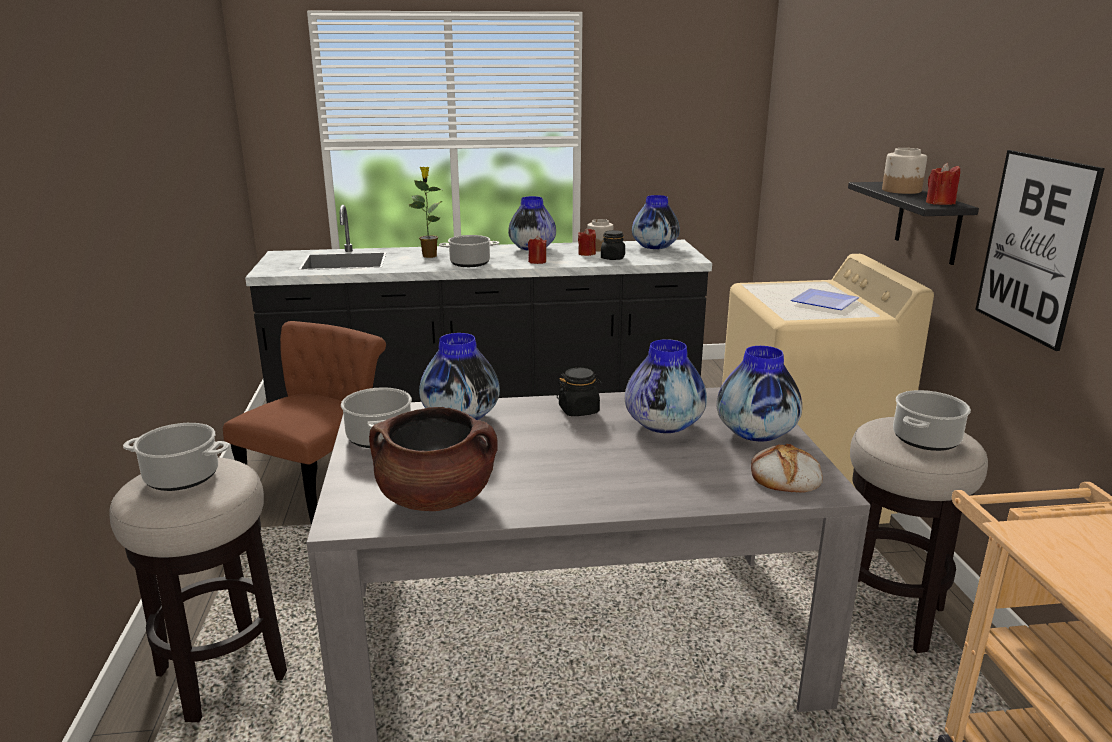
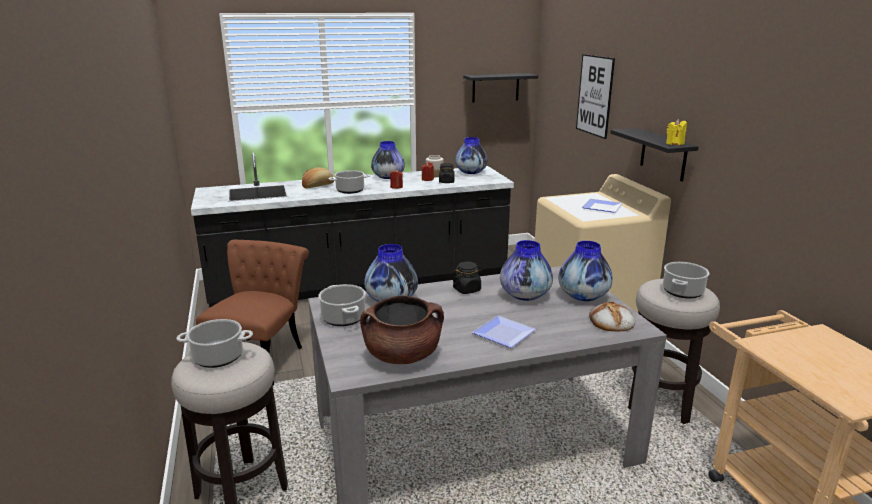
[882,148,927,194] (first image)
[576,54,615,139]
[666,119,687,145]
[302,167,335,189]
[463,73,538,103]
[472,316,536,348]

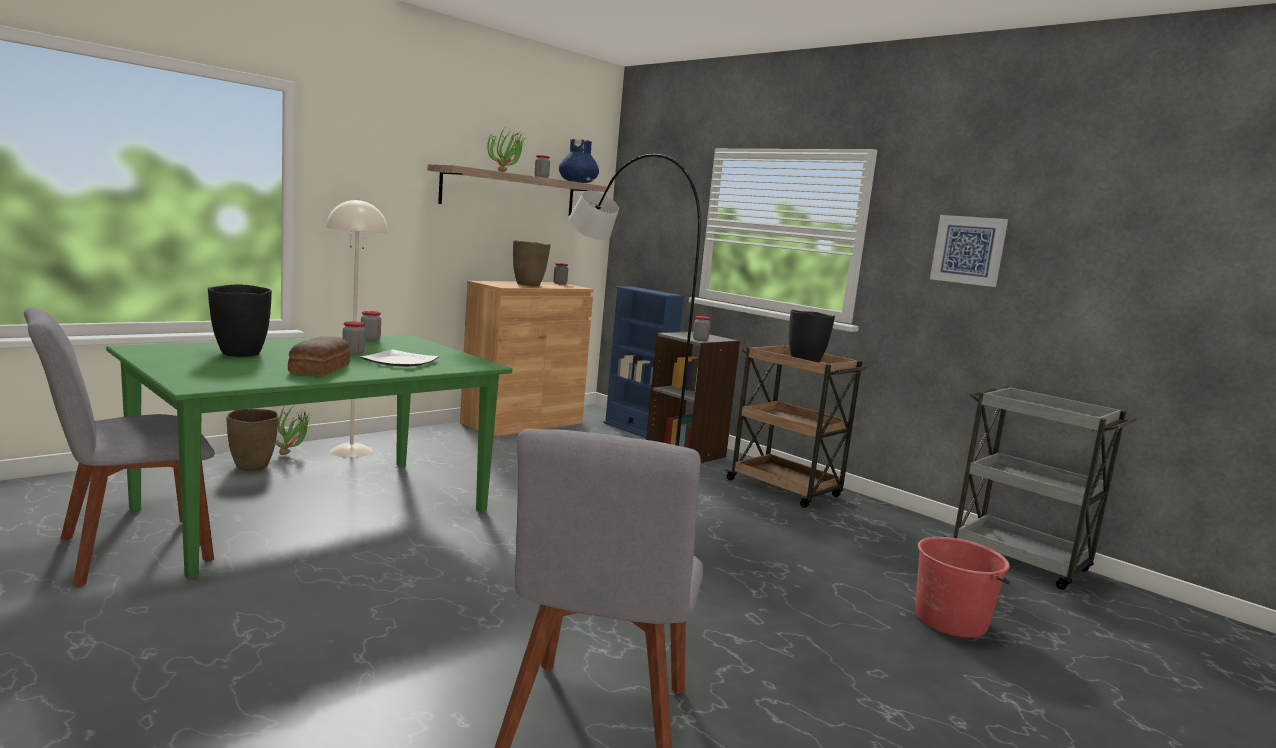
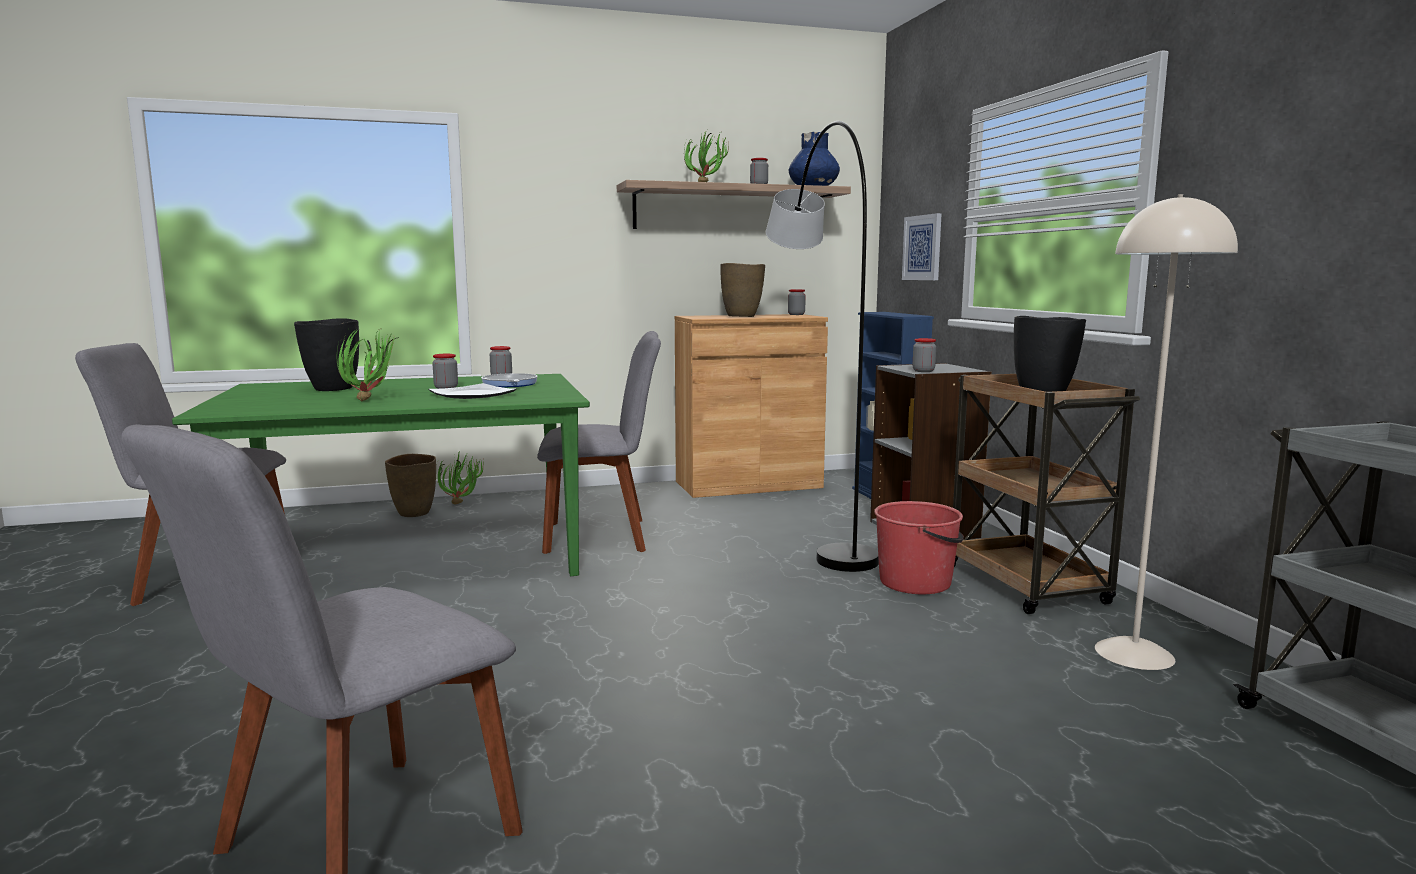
[1095,194,1238,670]
[902,213,942,280]
[337,329,399,401]
[874,501,964,594]
[537,331,661,554]
[481,373,538,387]

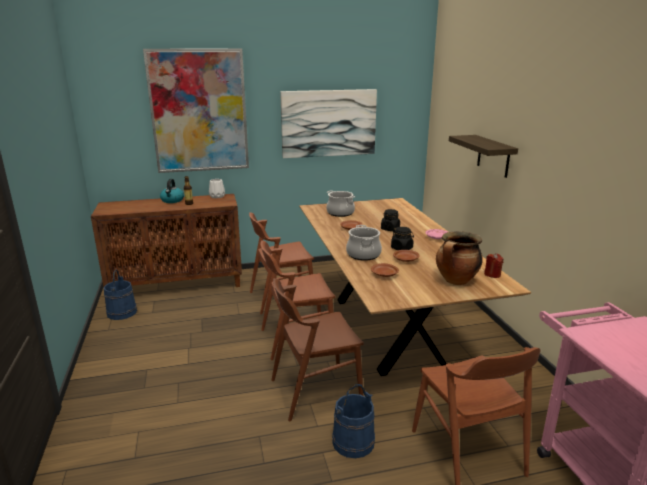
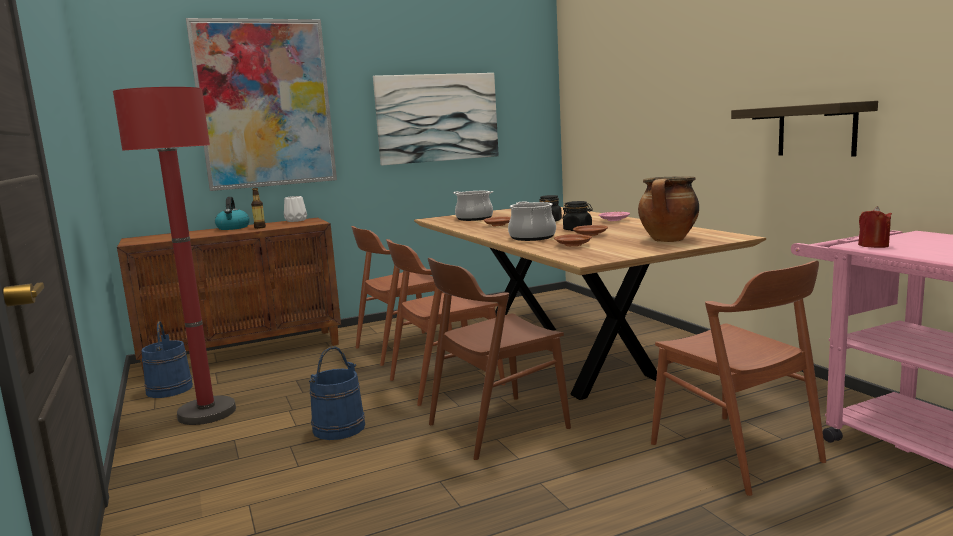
[731,101,878,156]
[858,206,892,248]
[309,347,365,440]
[113,87,236,425]

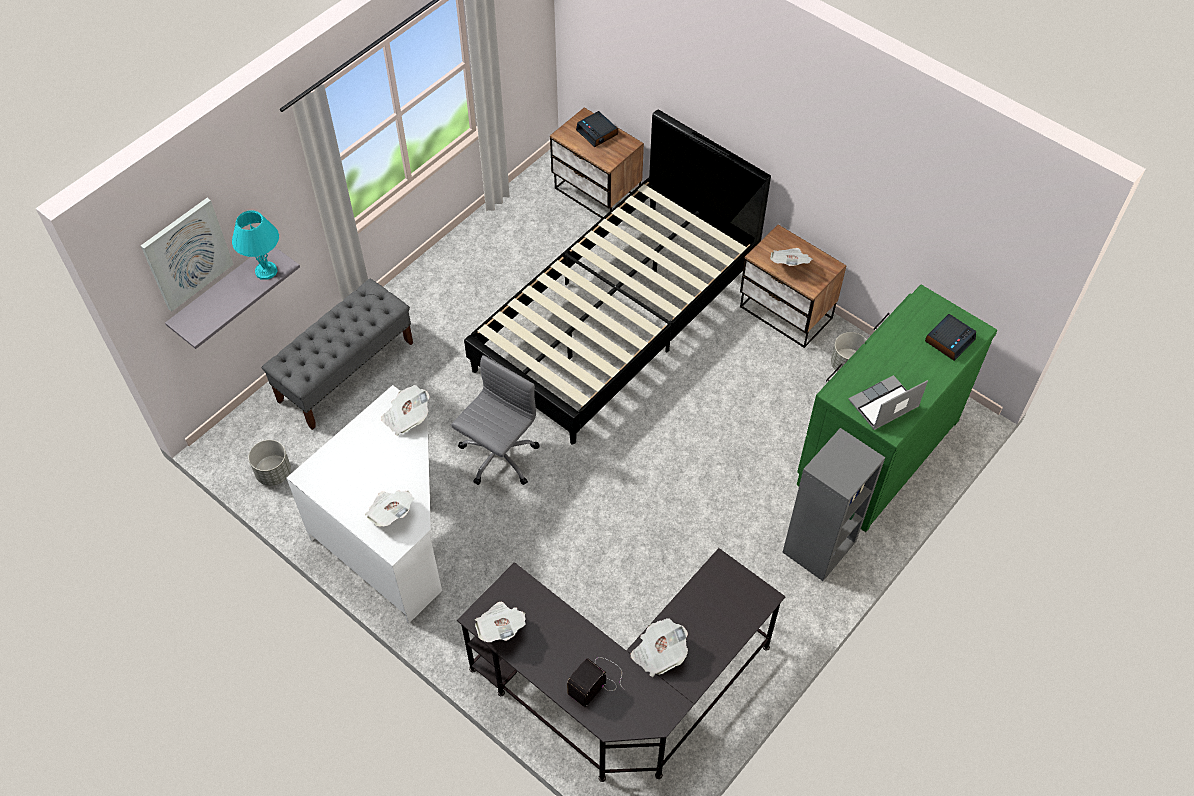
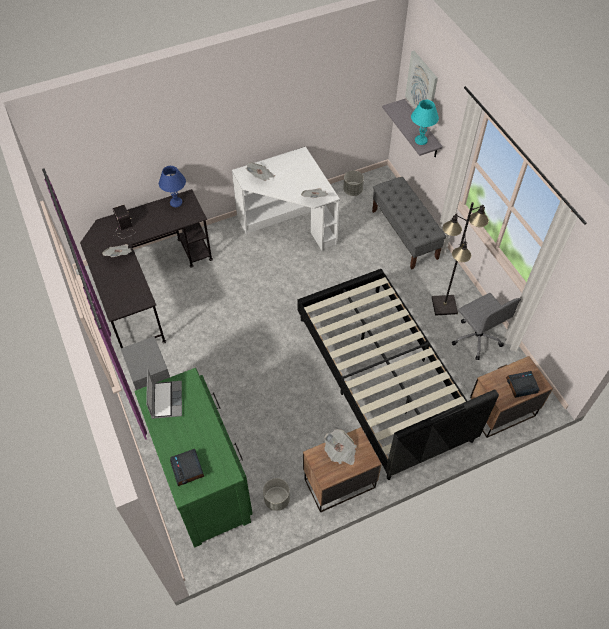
[452,293,521,360]
[159,166,186,207]
[432,202,489,316]

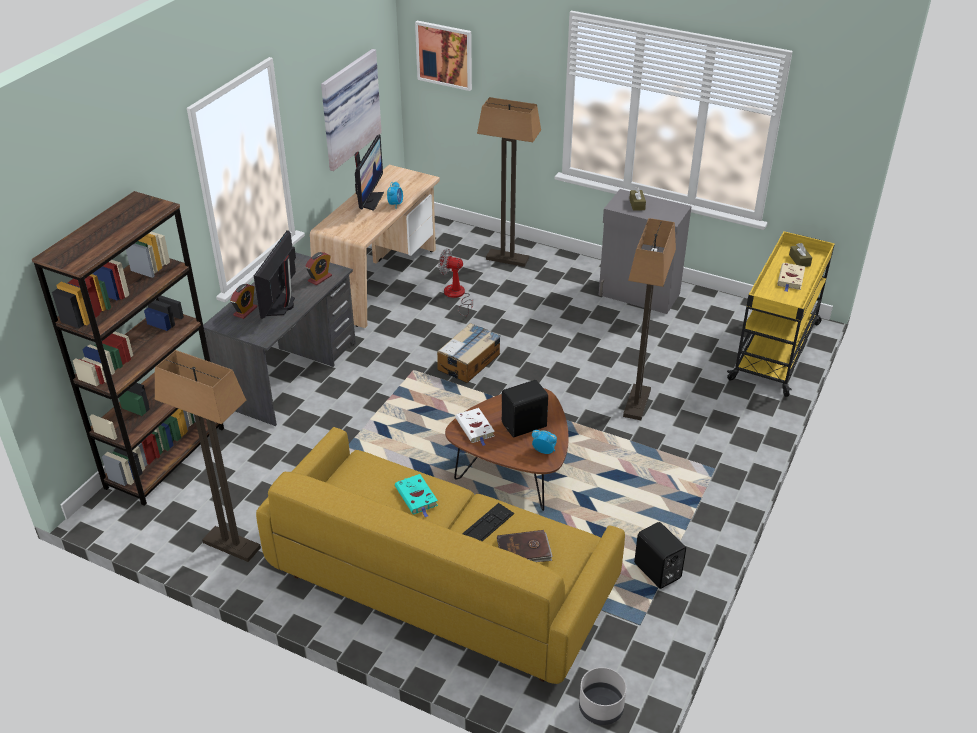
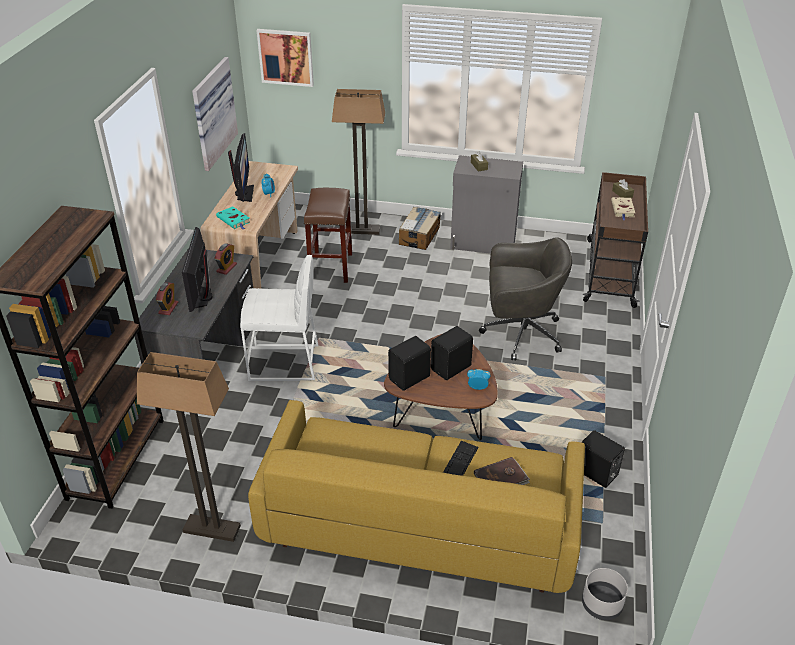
[479,237,572,361]
[583,172,648,308]
[304,188,352,283]
[399,207,441,250]
[388,336,431,391]
[216,206,250,229]
[240,255,319,381]

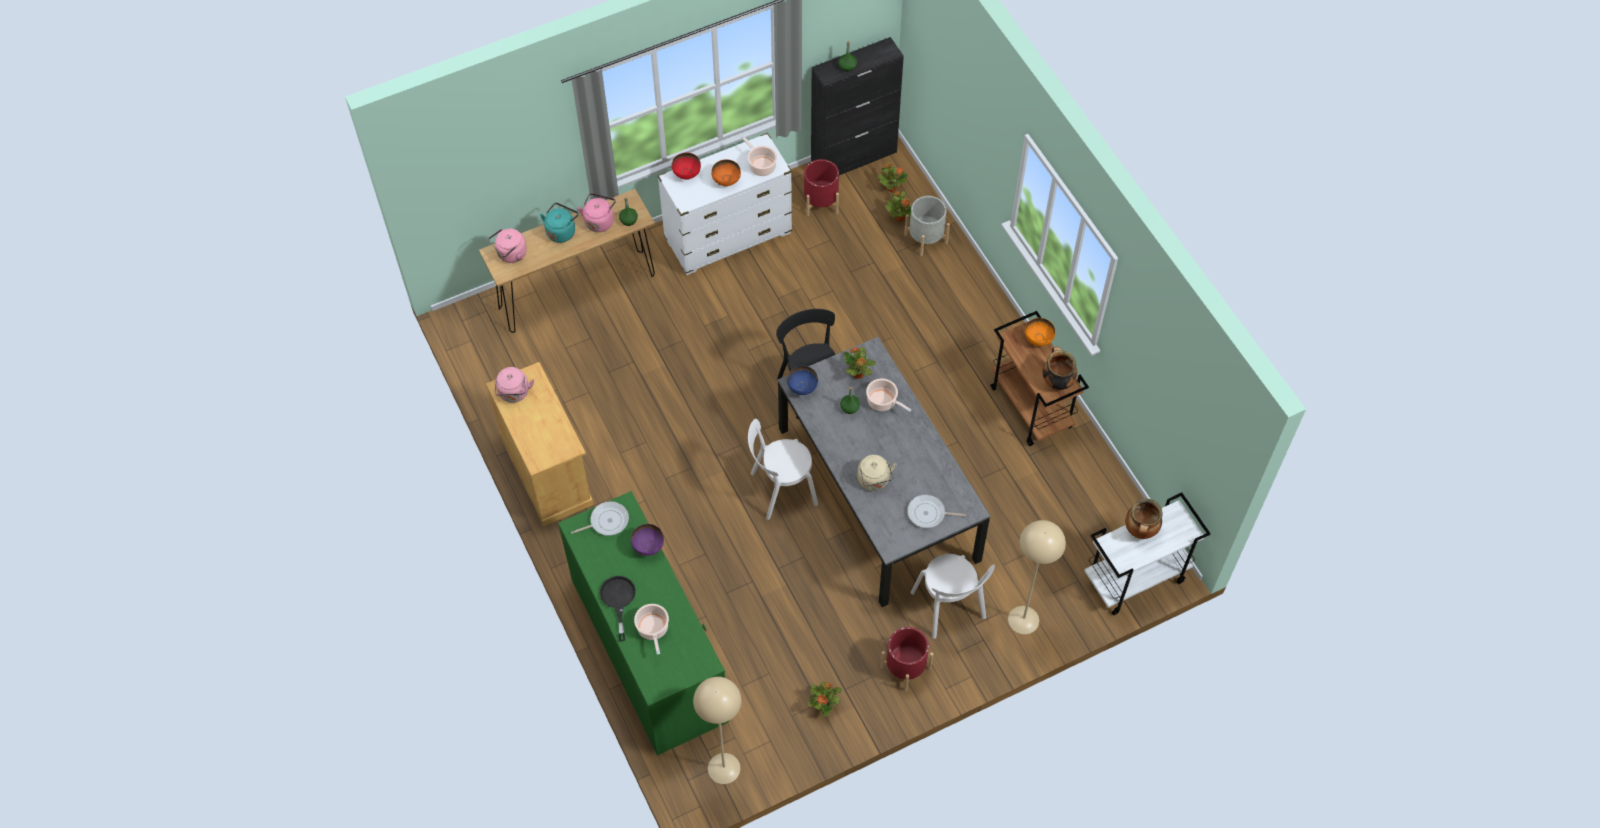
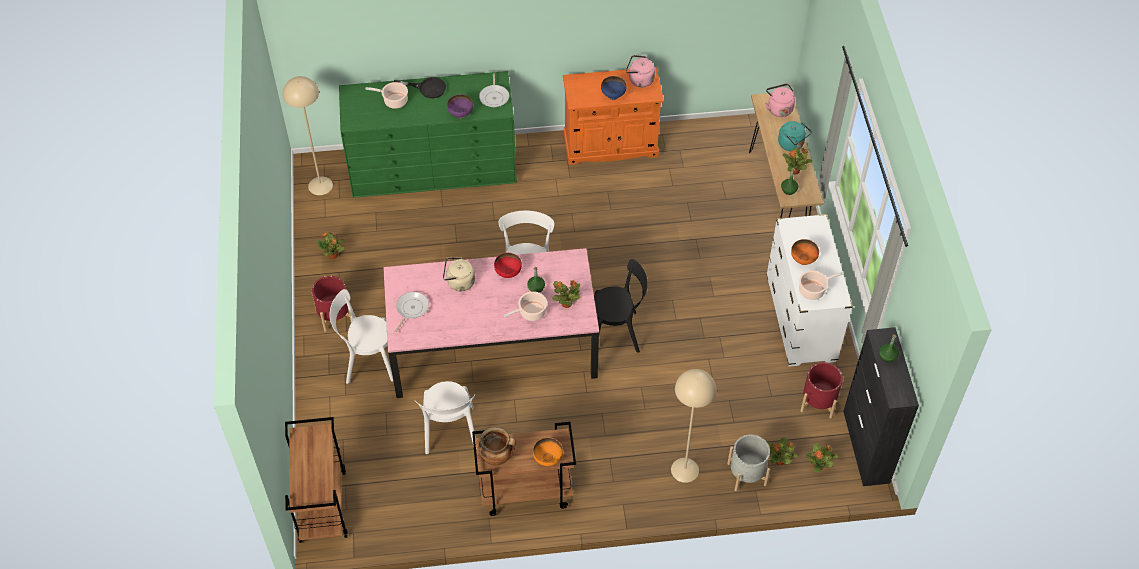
[494,253,522,278]
[783,147,812,174]
[383,248,599,398]
[563,67,664,165]
[601,76,626,100]
[285,417,348,543]
[1125,499,1163,539] (first image)
[671,369,716,483]
[415,381,476,454]

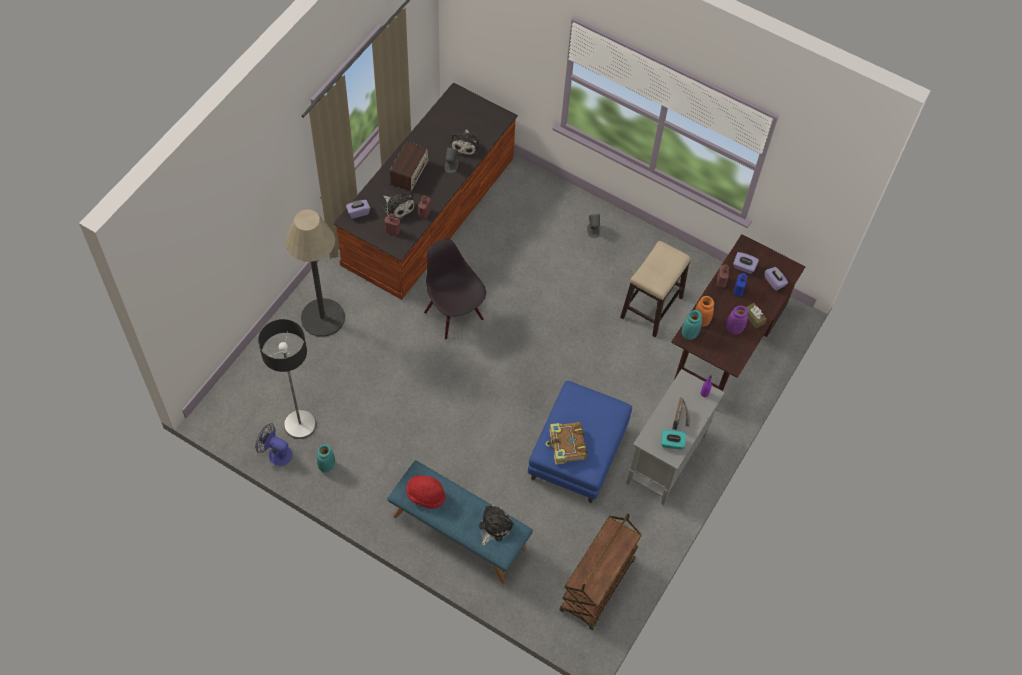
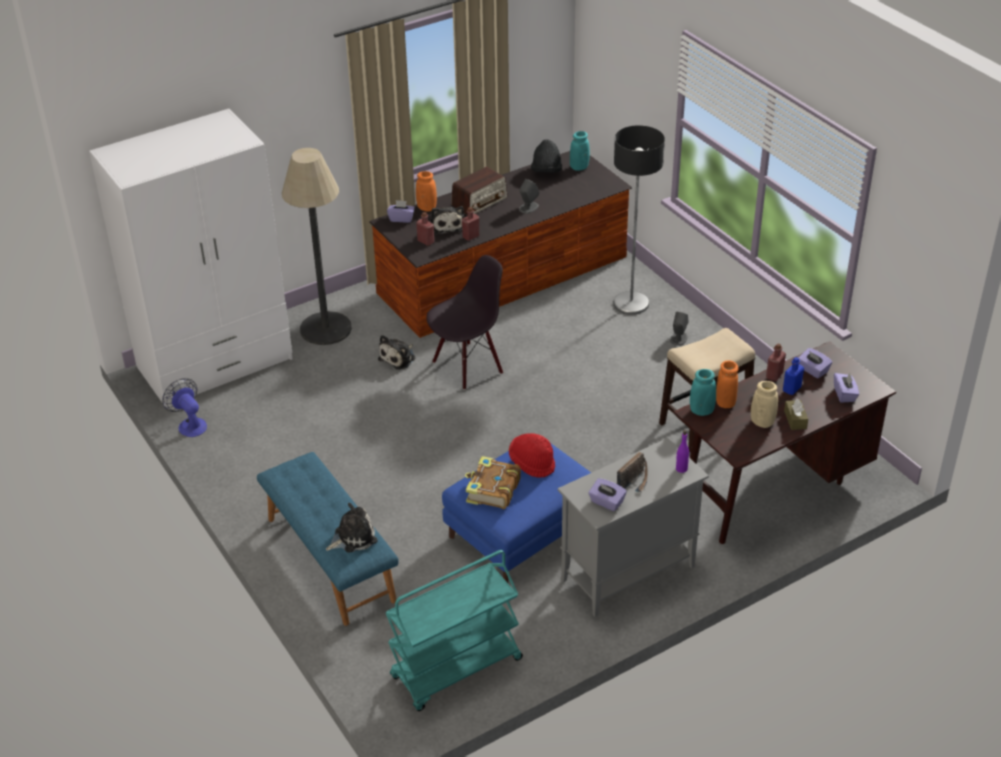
[378,335,416,370]
[426,255,503,390]
[751,381,778,428]
[614,125,665,315]
[588,478,627,511]
[570,131,590,171]
[509,433,555,478]
[386,550,523,711]
[89,109,293,406]
[531,139,562,173]
[416,171,437,211]

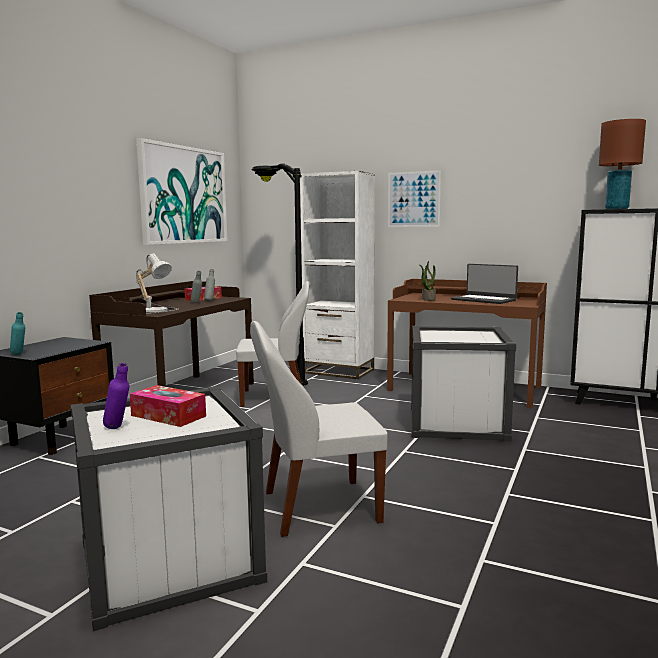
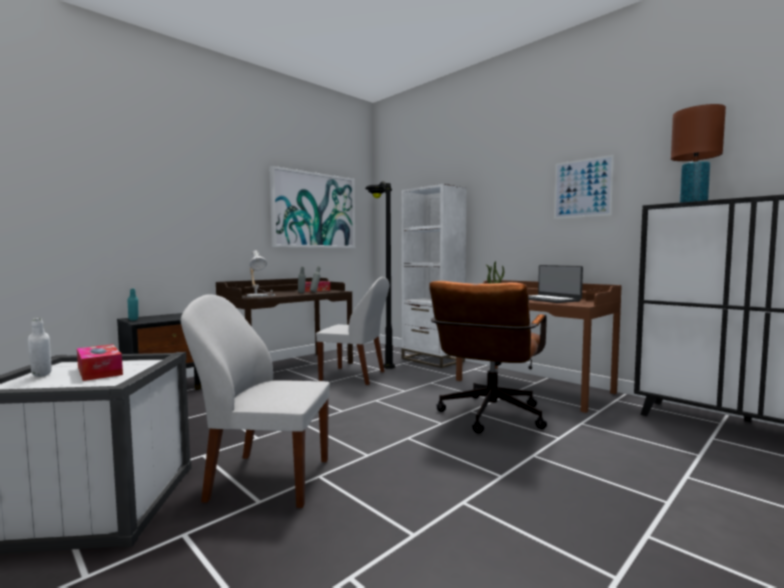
[554,155,614,219]
[429,281,547,434]
[28,318,52,377]

